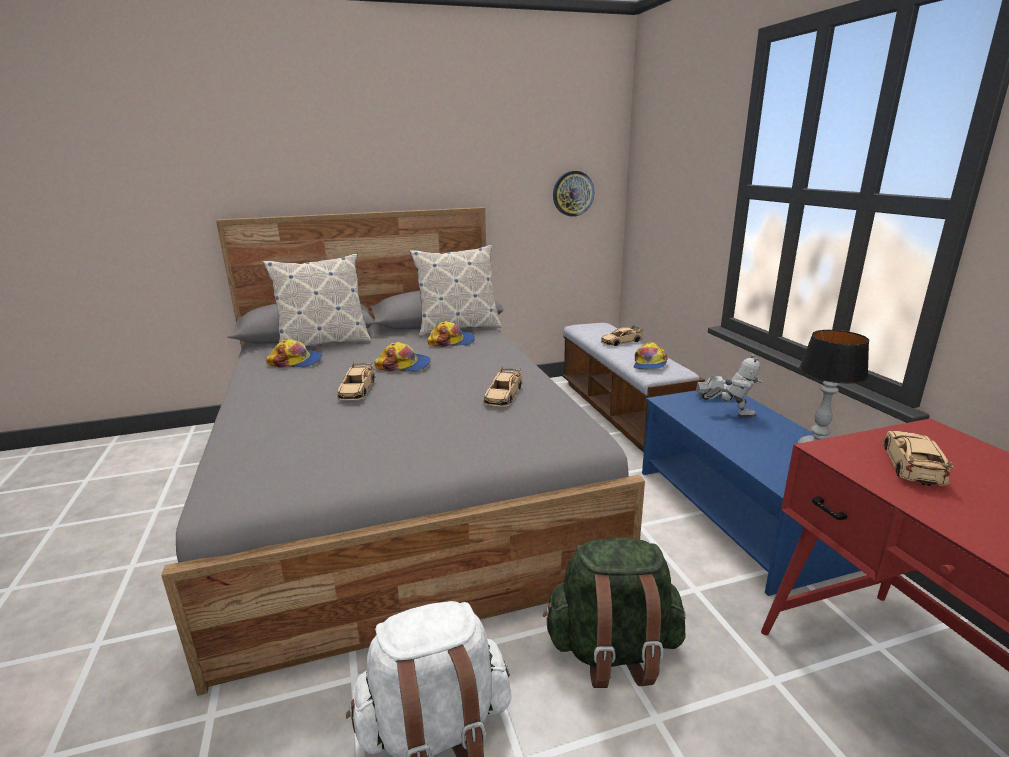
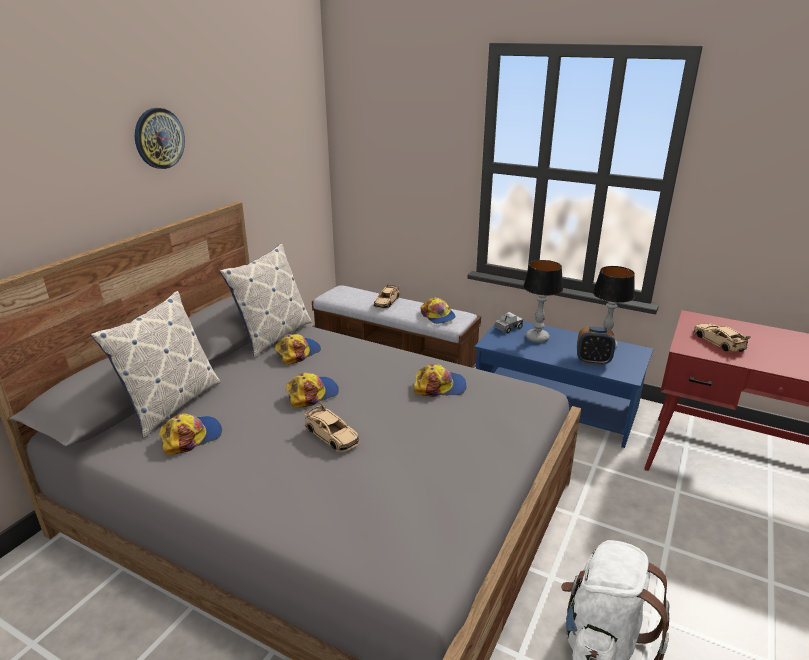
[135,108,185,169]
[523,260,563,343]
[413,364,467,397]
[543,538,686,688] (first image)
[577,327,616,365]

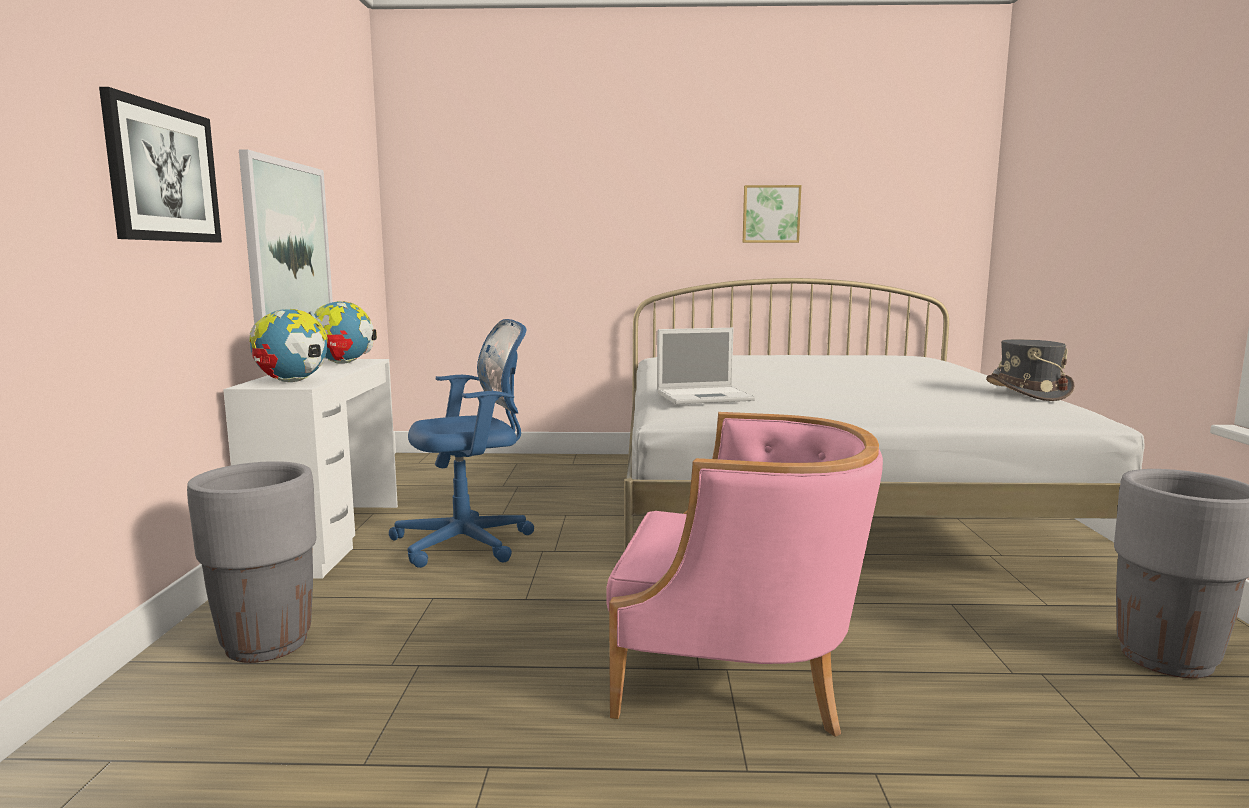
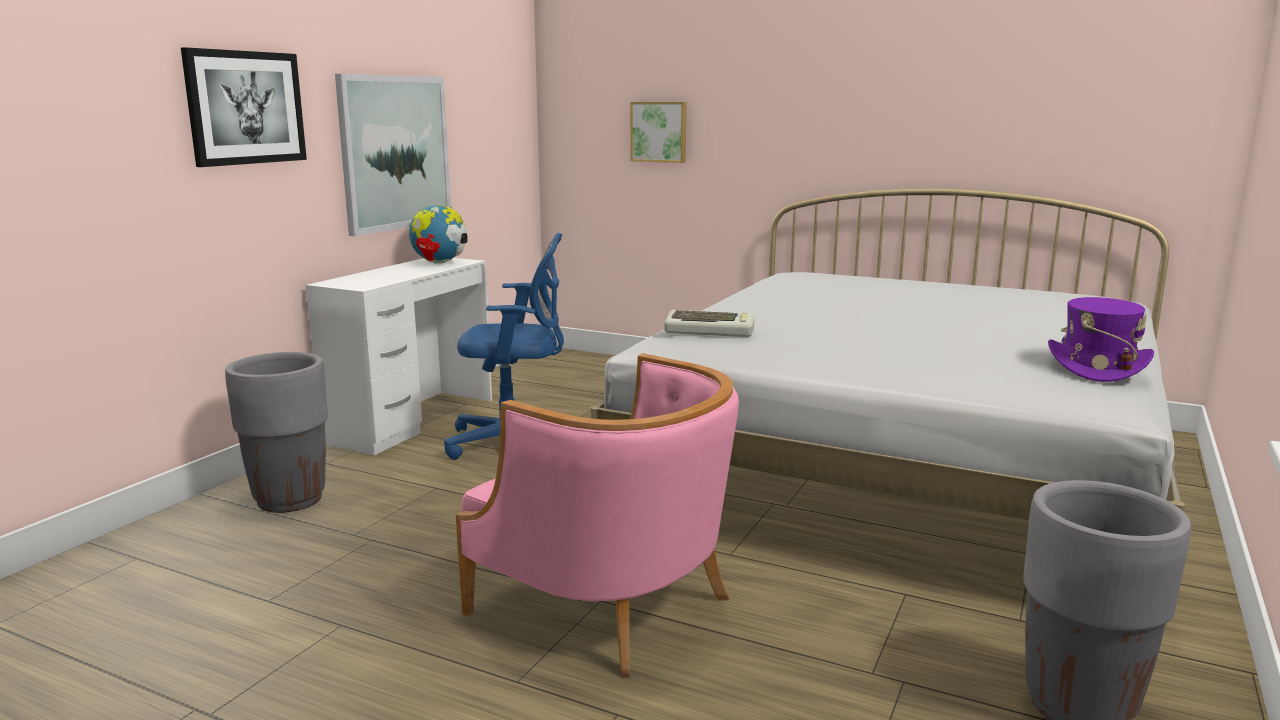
[630,102,686,163]
[249,309,328,382] (first image)
[664,310,755,337]
[1048,297,1154,382]

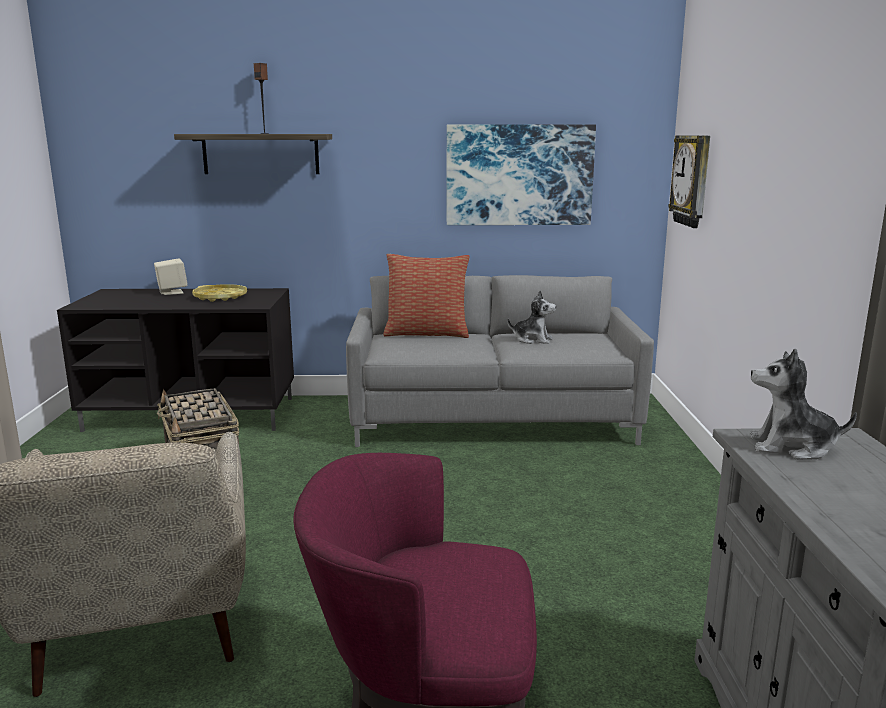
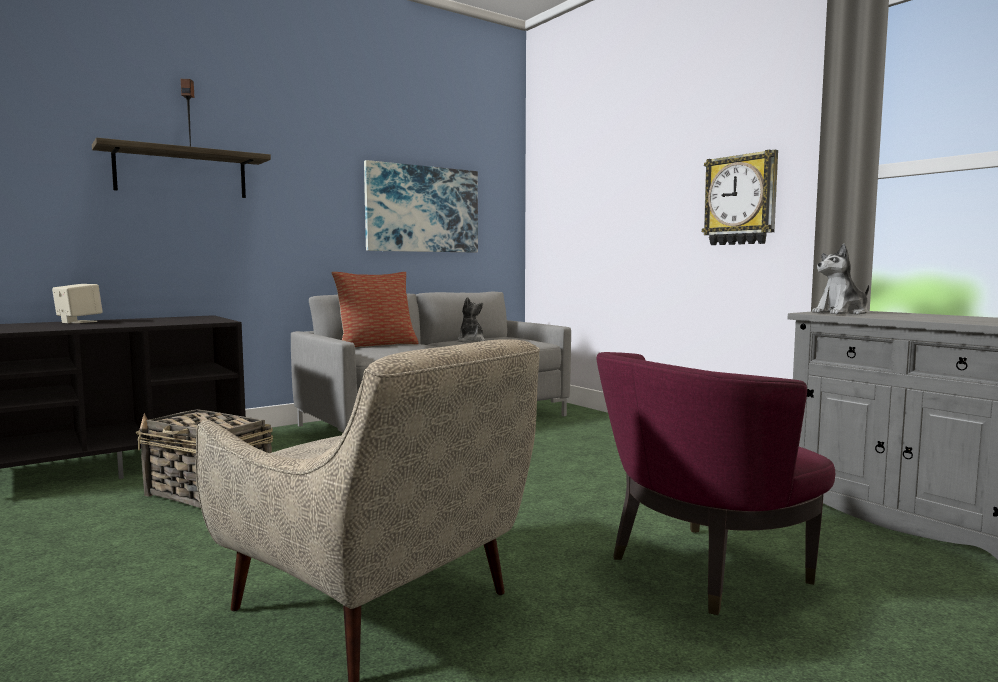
[702,150,778,245]
[192,284,247,302] (first image)
[458,297,485,342]

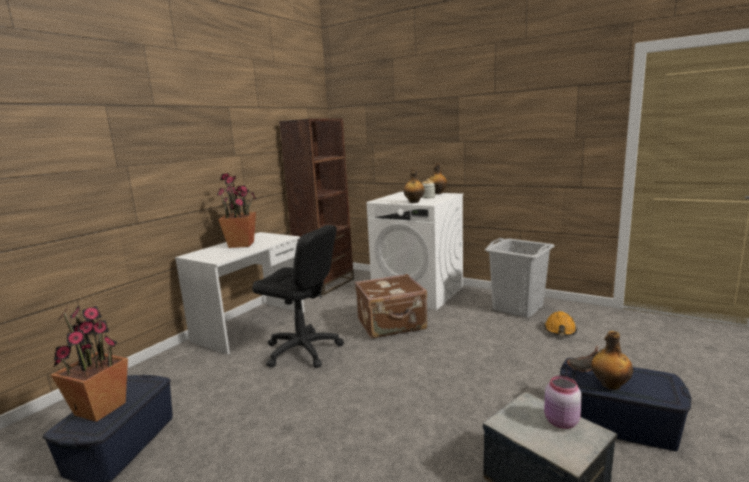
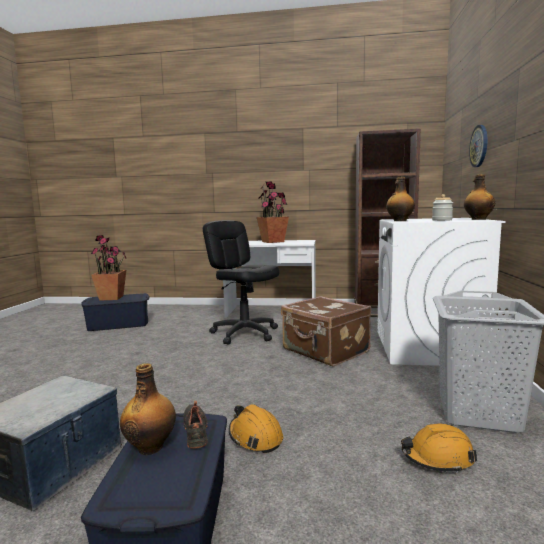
[203,220,280,345]
[544,376,582,429] (first image)
[469,125,488,167]
[229,404,283,453]

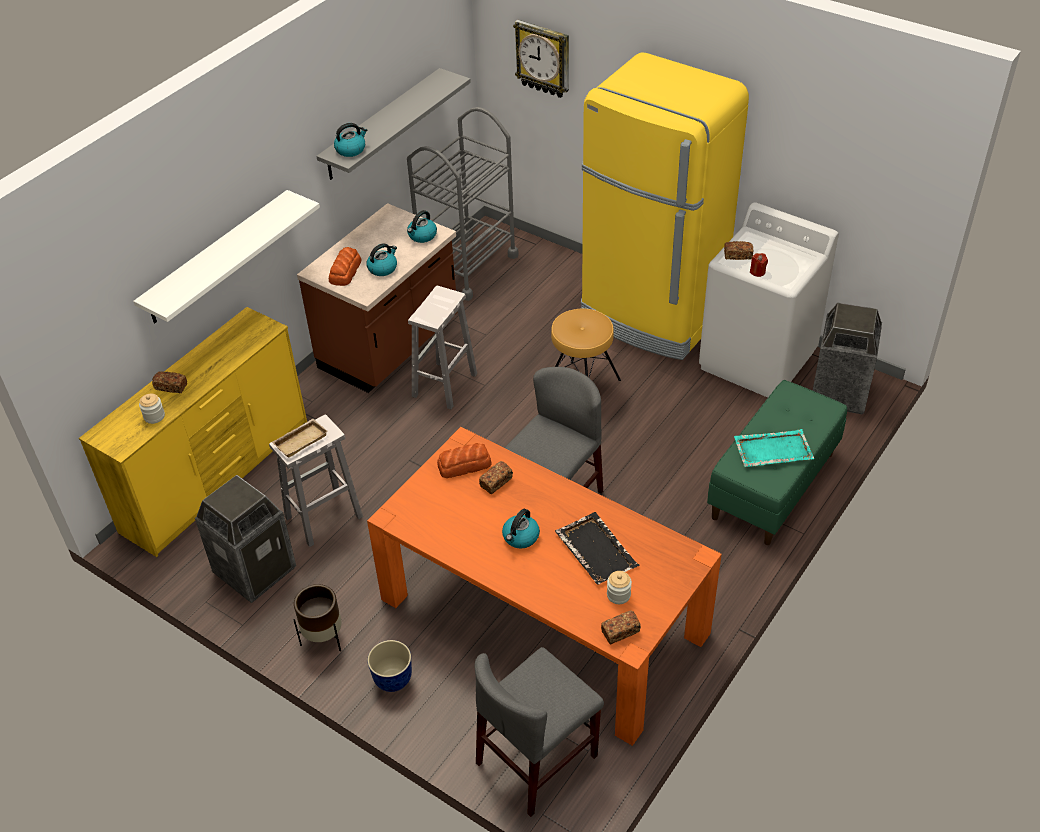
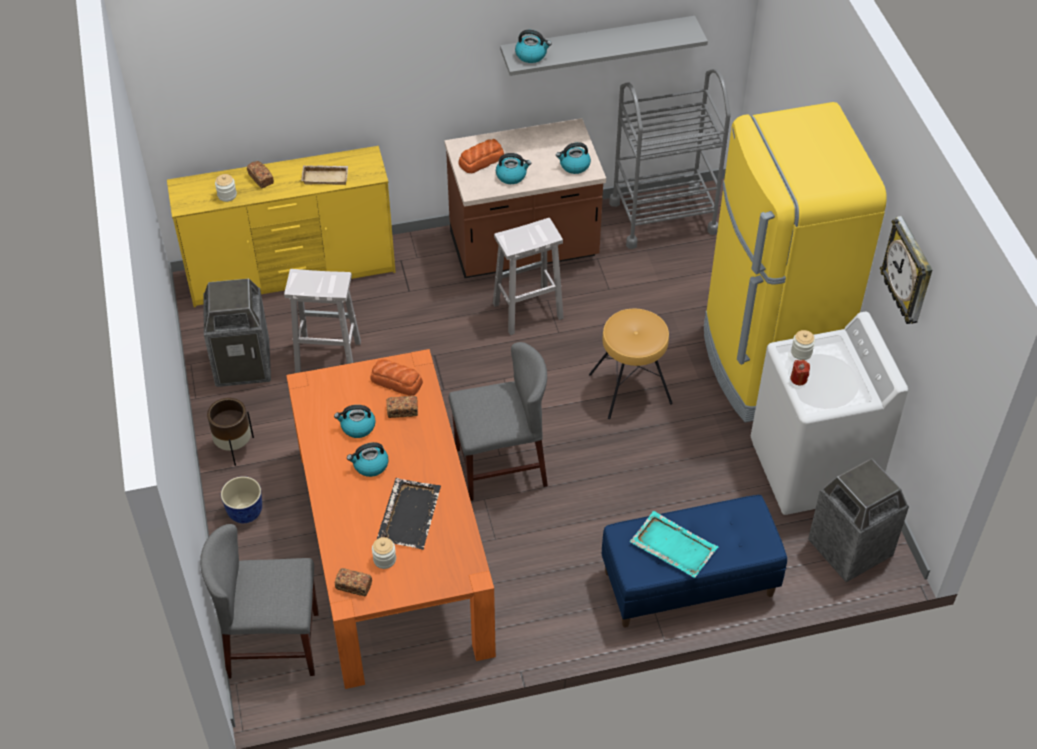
[880,216,932,324]
[133,190,320,323] (first image)
[791,330,815,360]
[602,495,787,628]
[301,165,348,185]
[334,405,376,438]

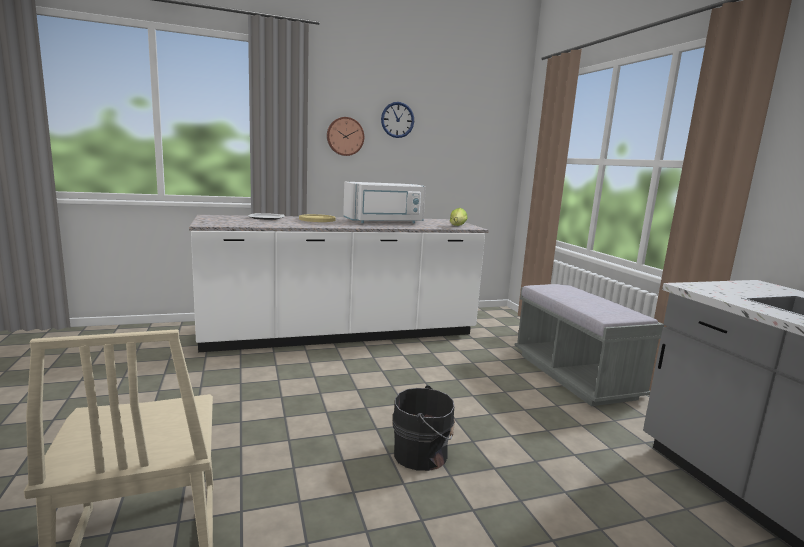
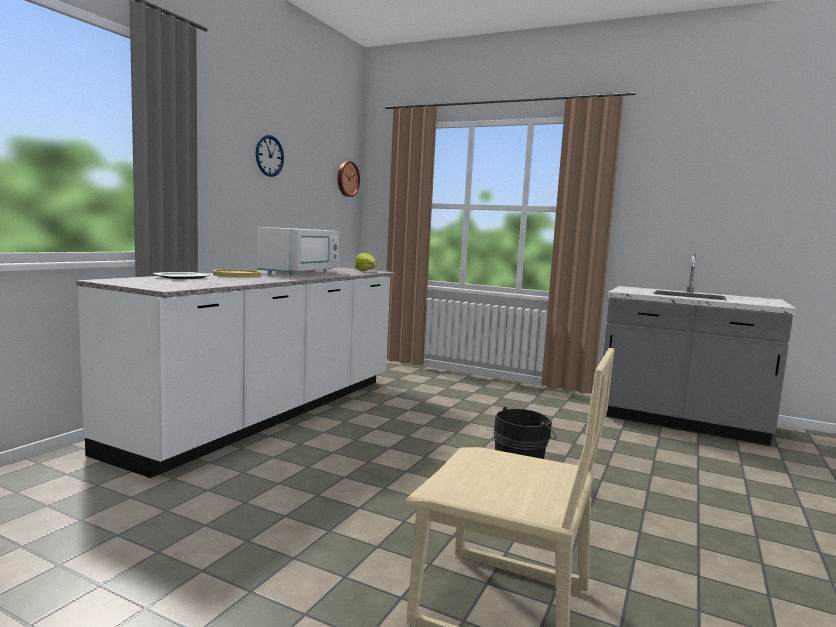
[338,161,360,197]
[515,284,664,406] (first image)

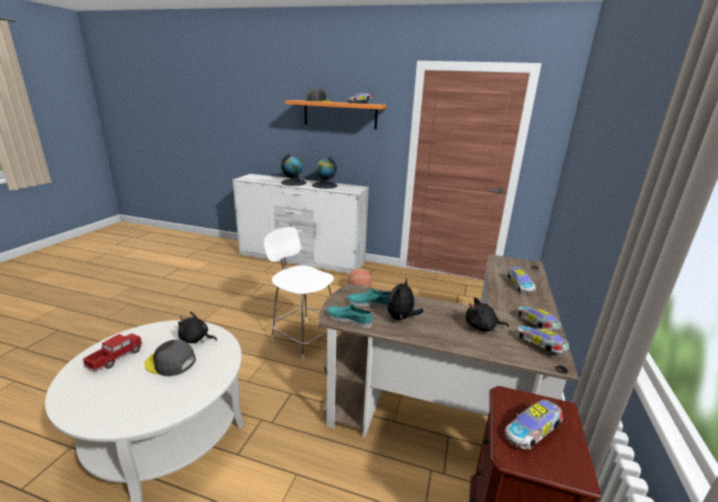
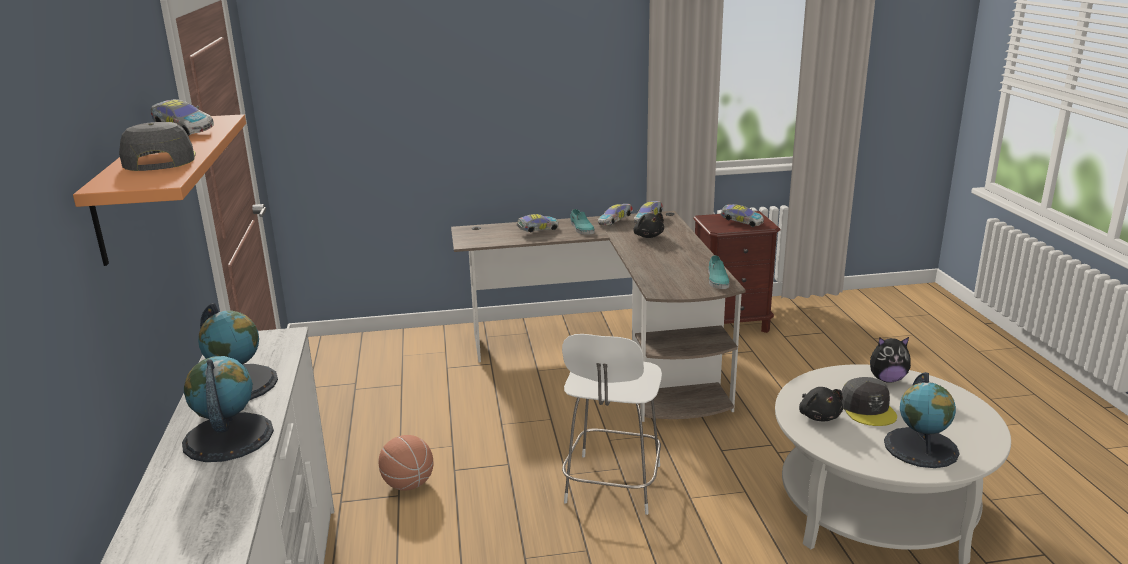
[870,337,911,383]
[570,209,595,234]
[884,372,960,468]

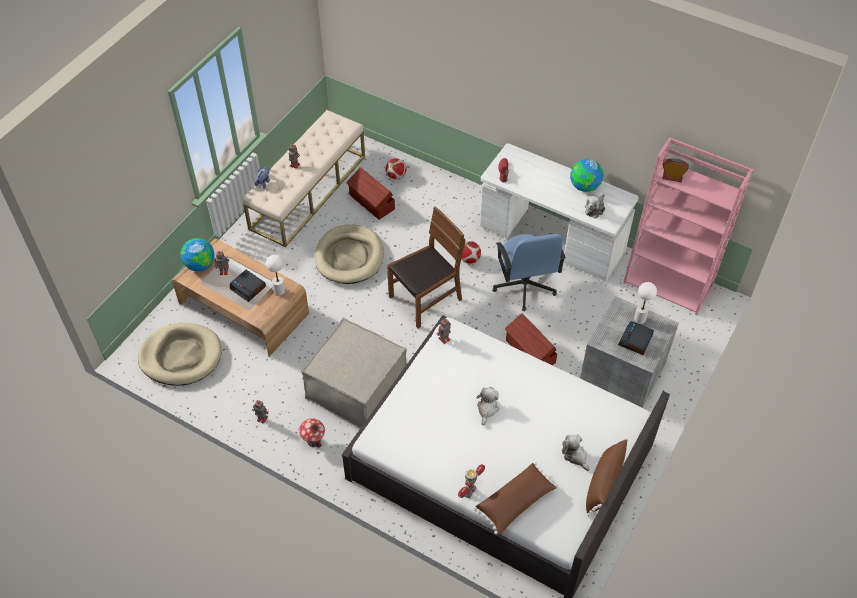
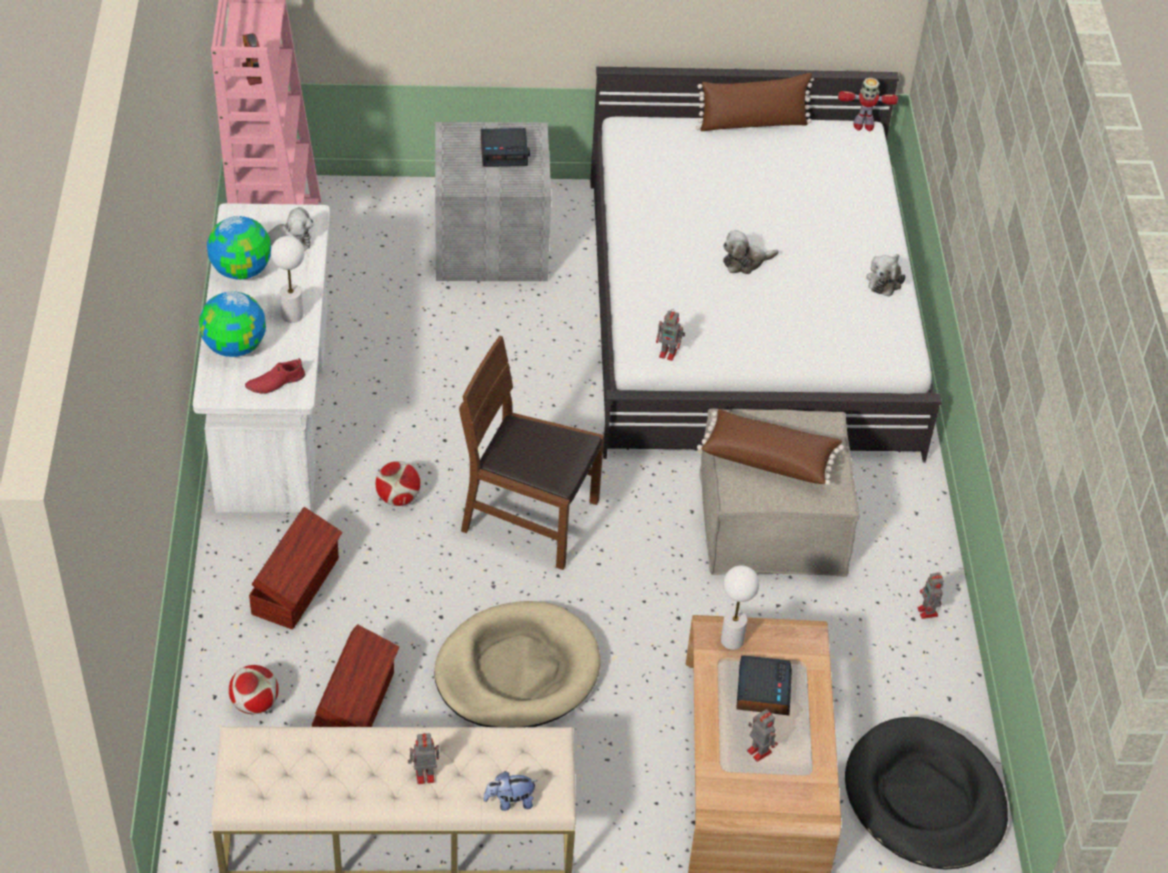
[493,234,566,311] (first image)
[199,291,266,357]
[271,236,304,323]
[249,507,343,630]
[845,717,1008,870]
[299,418,325,448] (first image)
[866,254,905,297]
[697,409,844,485]
[838,78,898,131]

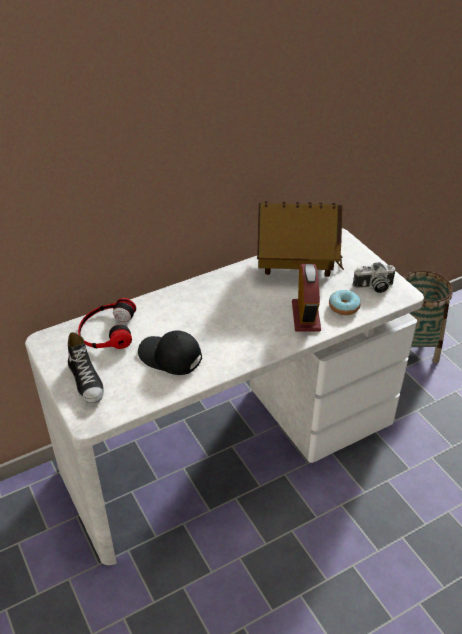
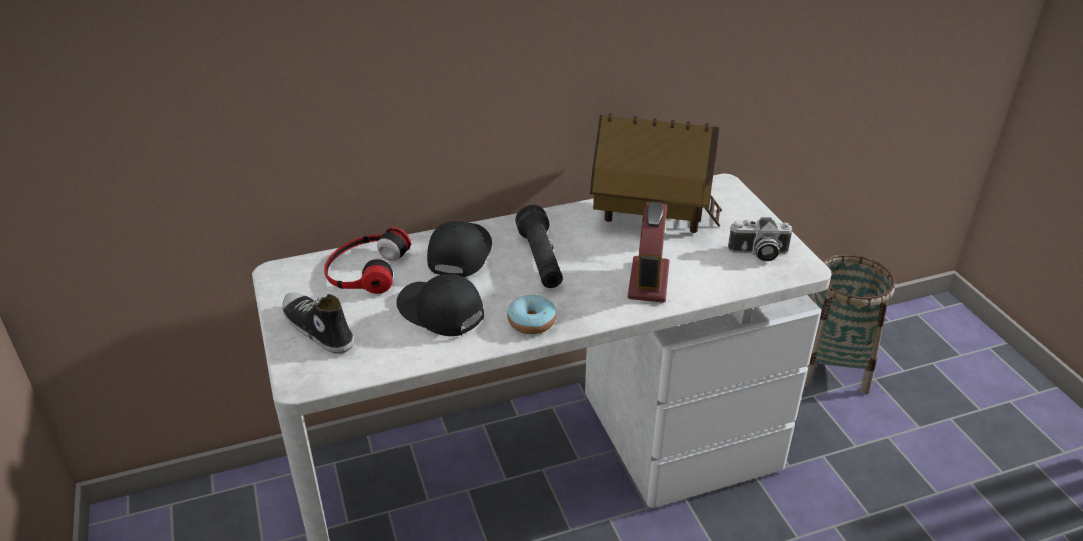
[507,295,557,334]
[282,292,354,354]
[515,205,563,288]
[427,221,492,277]

